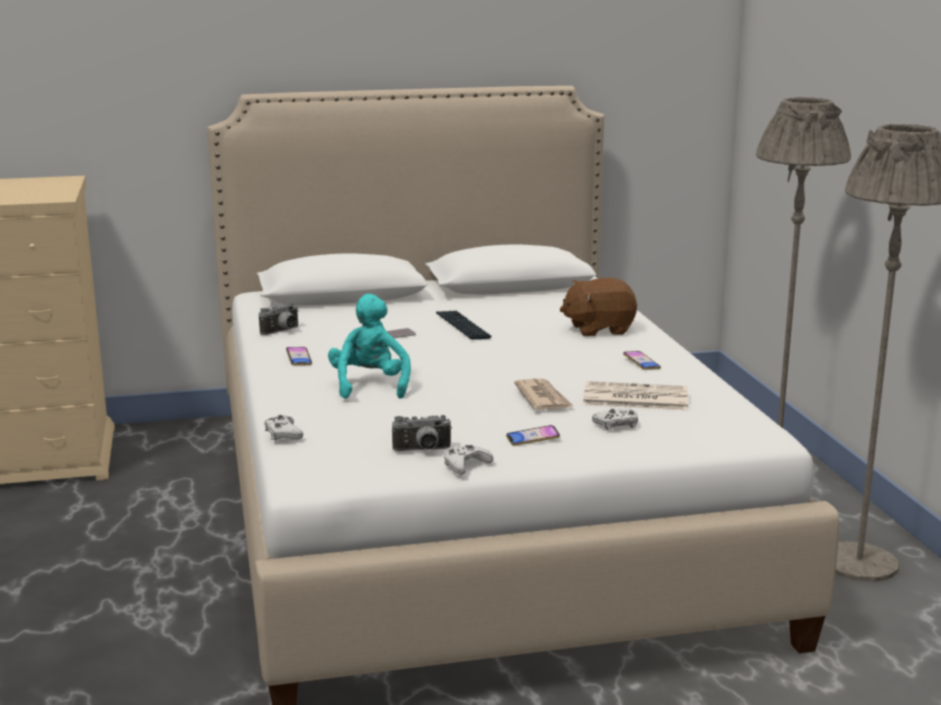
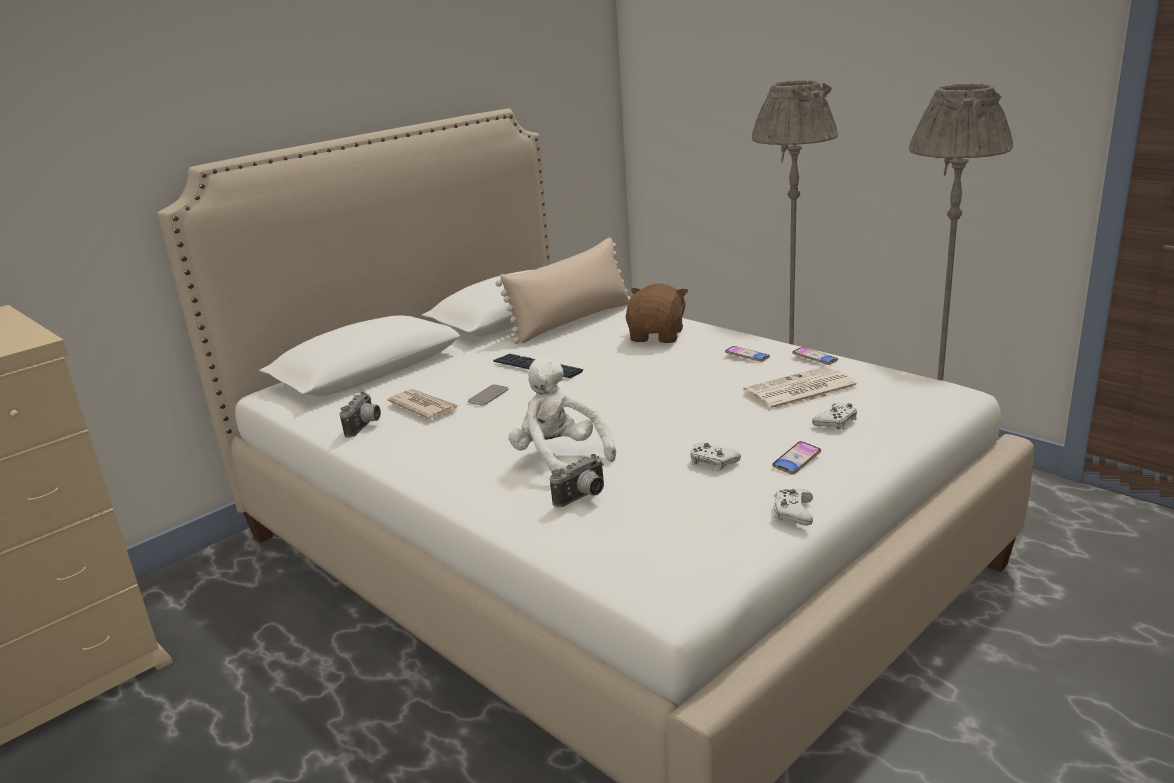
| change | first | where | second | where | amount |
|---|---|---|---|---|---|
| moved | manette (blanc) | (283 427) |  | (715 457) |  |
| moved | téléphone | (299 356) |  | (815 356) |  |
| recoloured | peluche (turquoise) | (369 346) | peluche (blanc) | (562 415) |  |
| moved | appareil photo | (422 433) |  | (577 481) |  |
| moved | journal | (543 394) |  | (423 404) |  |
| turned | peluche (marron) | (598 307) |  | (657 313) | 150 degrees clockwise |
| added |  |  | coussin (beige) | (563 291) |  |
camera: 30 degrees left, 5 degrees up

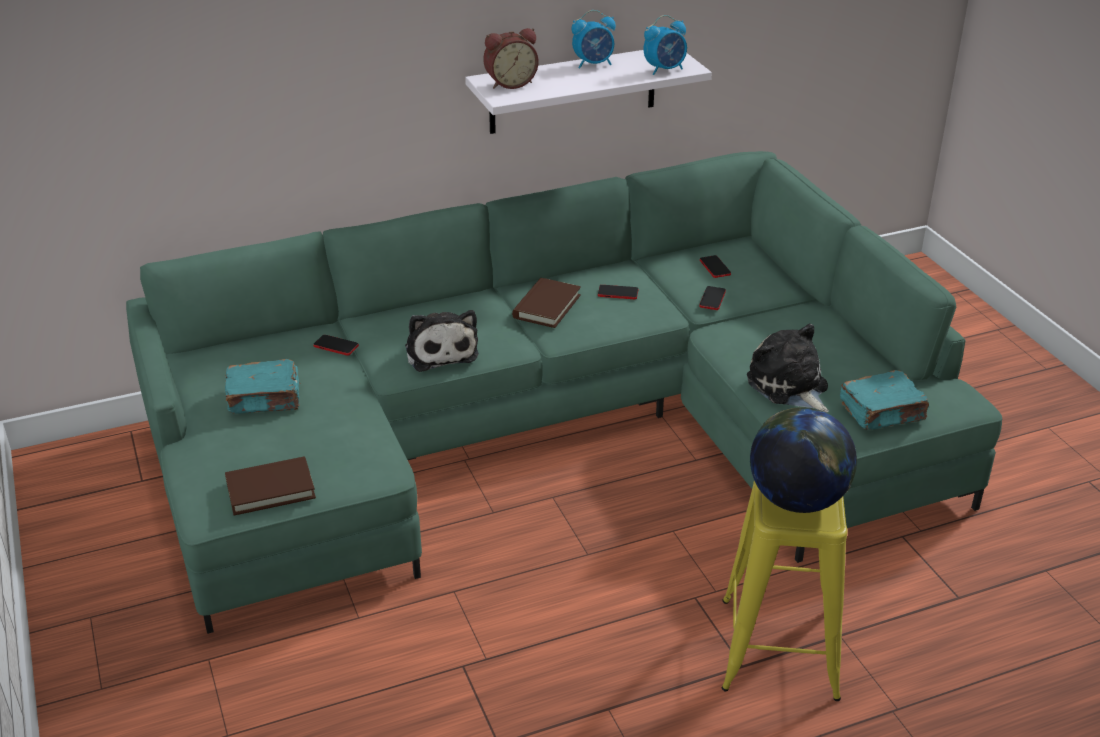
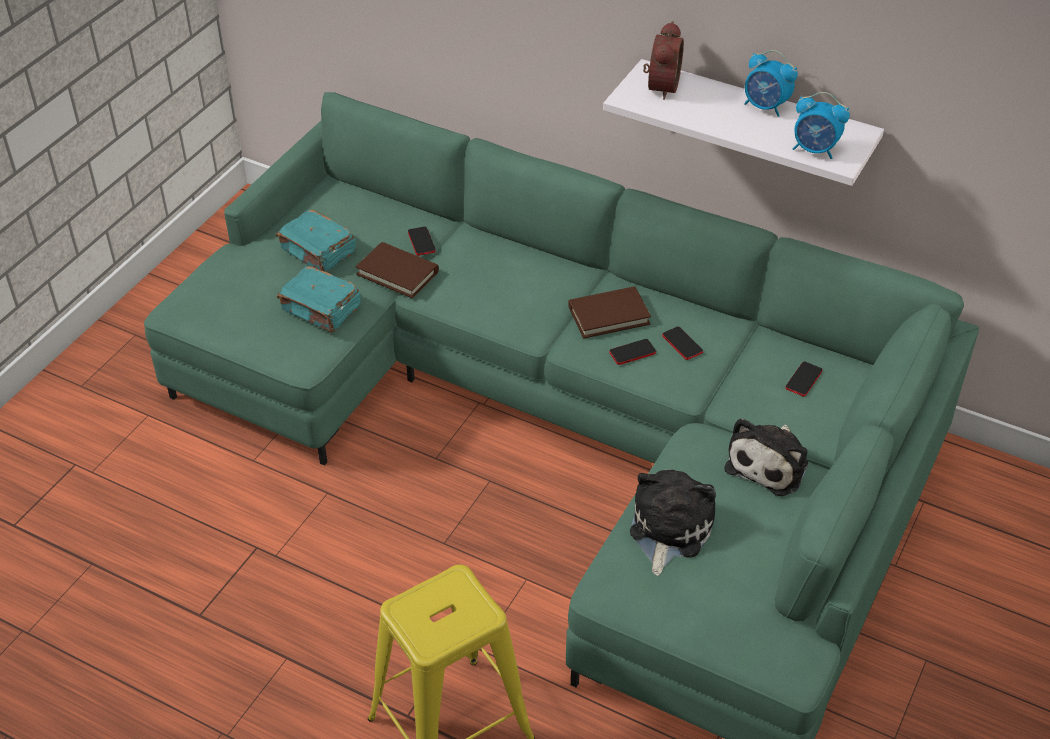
| change | first | where | second | where | amount |
|---|---|---|---|---|---|
| moved | livre (marron) | (270 485) |  | (397 270) |  |
| moved | peluche | (442 341) |  | (766 457) |  |
| turned | réveil | (510 58) |  | (663 60) | 105 degrees counterclockwise |
| moved | téléphone | (712 298) |  | (632 352) |  |
| removed | globe | (803 460) |  |  |  |
| moved | livre (turquoise) | (884 400) |  | (319 299) |  |
camera: 50 degrees right, 10 degrees up

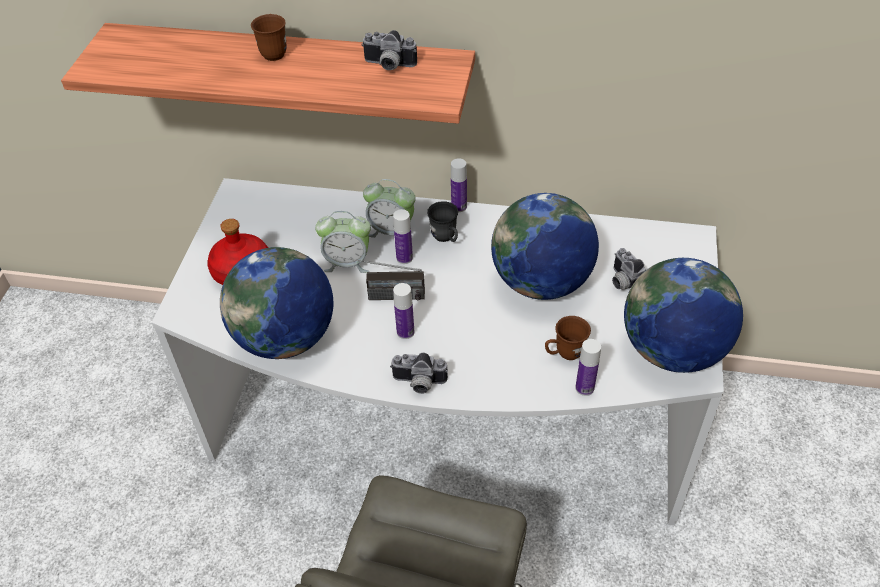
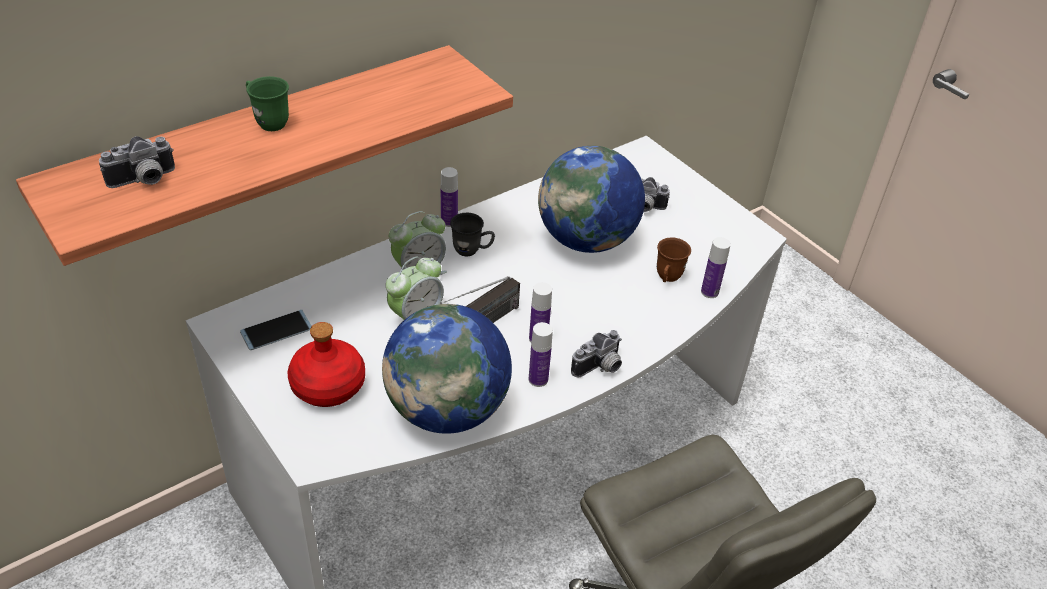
| change | first | where | second | where | amount |
|---|---|---|---|---|---|
| recoloured | mug (marron) | (269 37) | mug (vert) | (267 103) |  |
| moved | appareil photo | (389 50) |  | (137 162) |  |
| moved | bouteille | (403 236) |  | (541 354) |  |
| removed | globe | (683 315) |  |  |  |
| added |  |  | téléphone | (276 330) |  |
camera: 50 degrees left, 5 degrees down

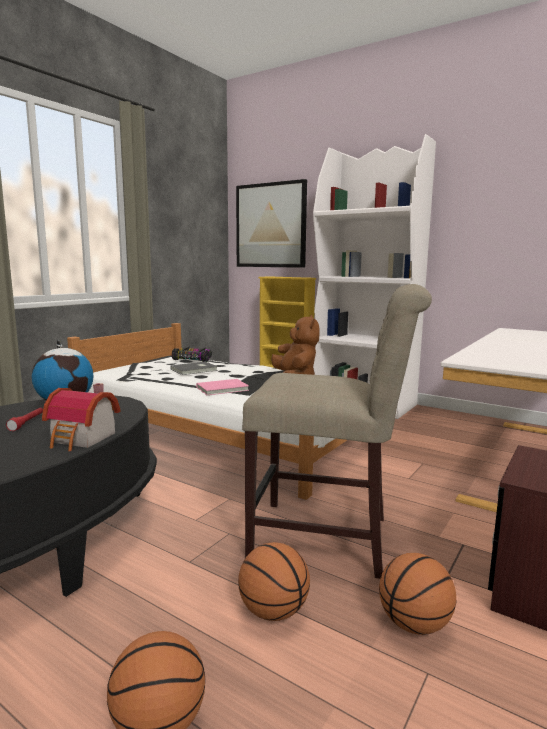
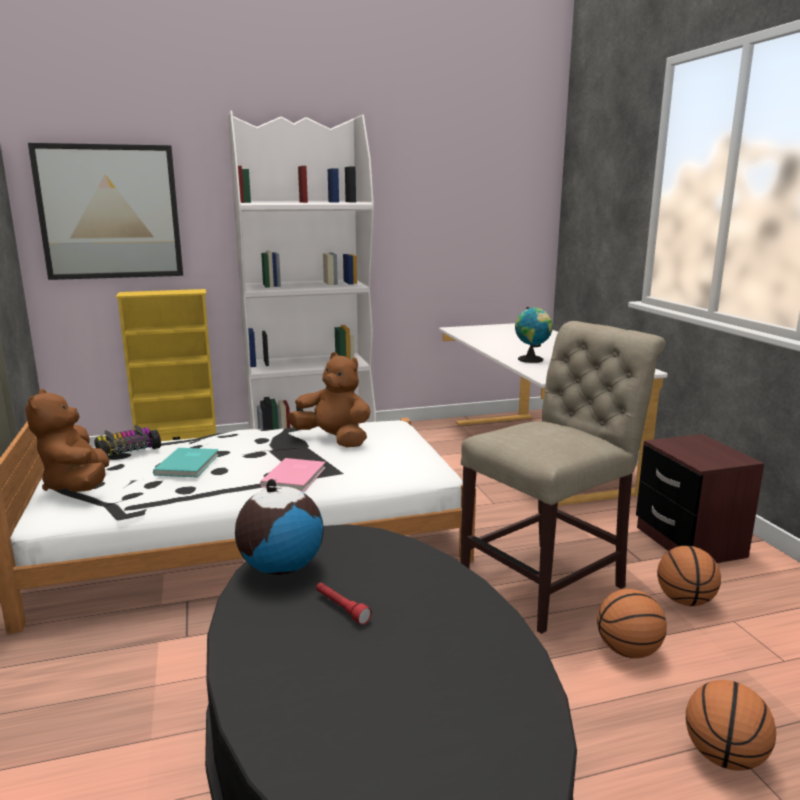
| change | first | where | second | where | amount |
|---|---|---|---|---|---|
| removed | maison miniature | (81 417) |  |  |  |
| recoloured | livre (gris) | (194 368) | livre (turquoise) | (186 462) |  |
| added |  |  | peluche (marron) | (67 440) |  |
| added |  |  | globe | (534 335) |  |
camera: 50 degrees left, 5 degrees up

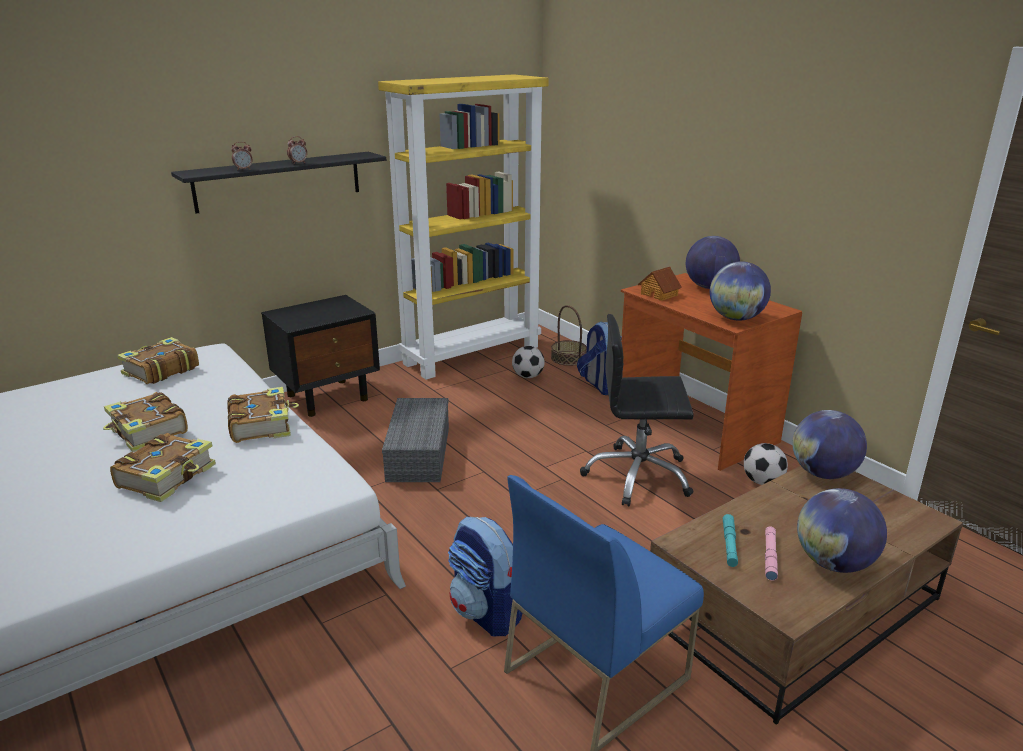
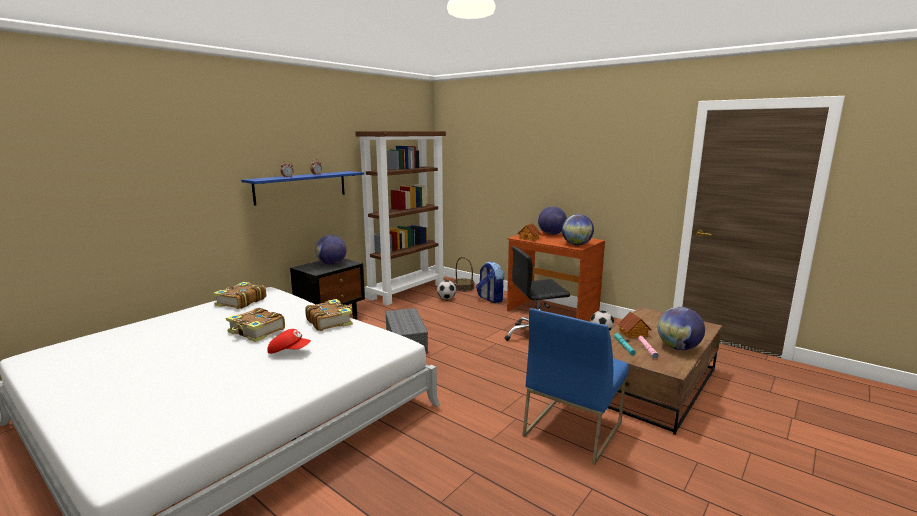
| change | first | where | second | where | amount |
|---|---|---|---|---|---|
| replaced | livre | (163 467) | casquette (rouge) | (289 341) |  |
| recoloured | étagère (noir) | (278 183) | étagère (bleu) | (302 188) |  |
| recoloured | bibliothèque (jaune) | (463 227) | bibliothèque (marron) | (400 218) |  |
| removed | sac à dos | (485 576) |  |  |  |
| moved | globe | (829 444) |  | (330 250) |  |
| added |  |  | maison miniature | (634 325) |  |
camera: 15 degrees left, 10 degrees down

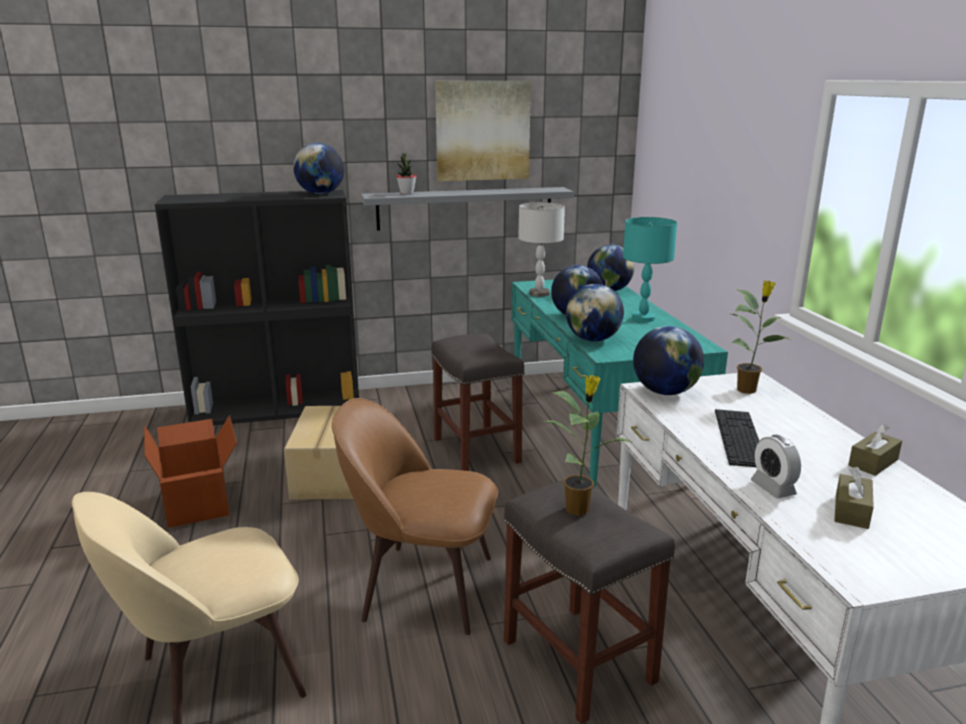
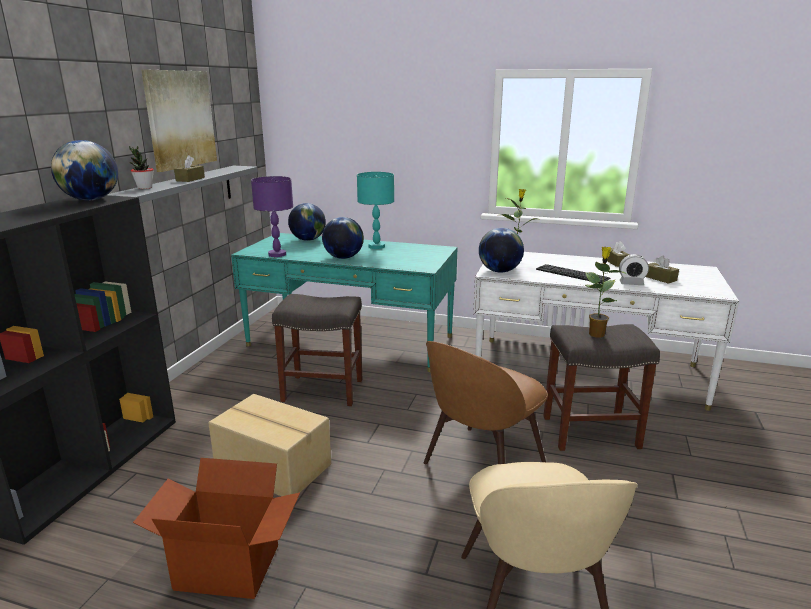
| change | first | where | second | where | amount |
|---|---|---|---|---|---|
| recoloured | lampe de table (gris) | (541 249) | lampe de table (violet) | (272 216) |  |
| removed | globe | (595 313) |  |  |  |
| added |  |  | boîte à mouchoirs (marron) | (189 168) |  |
camera: 60 degrees left, 0 degrees up

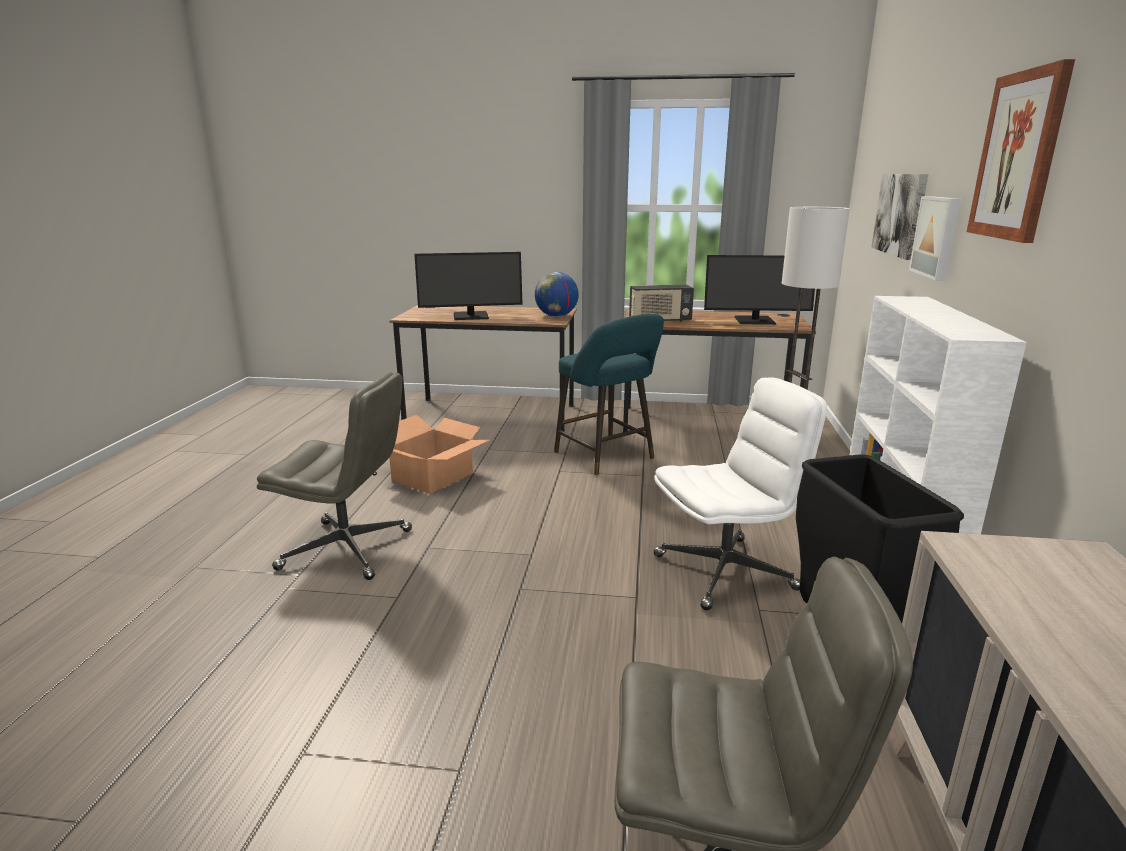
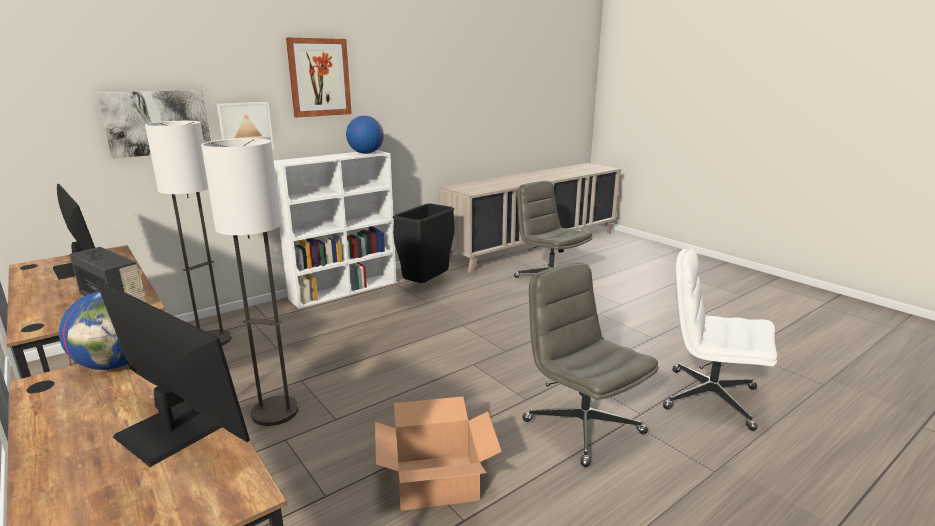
| change | first | where | second | where | amount |
|---|---|---|---|---|---|
| replaced | tabouret (turquoise) | (609 395) | lampadaire | (250 282) |  |
| moved | chaise de bureau (blanc) | (740 493) |  | (720 340) |  |
| added |  |  | globe | (365 135) |  |
camera: 135 degrees left, 0 degrees up

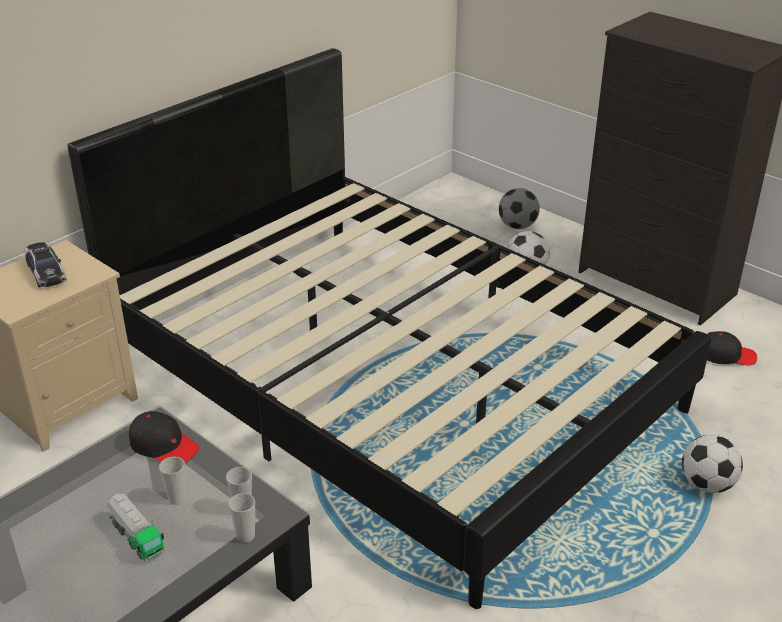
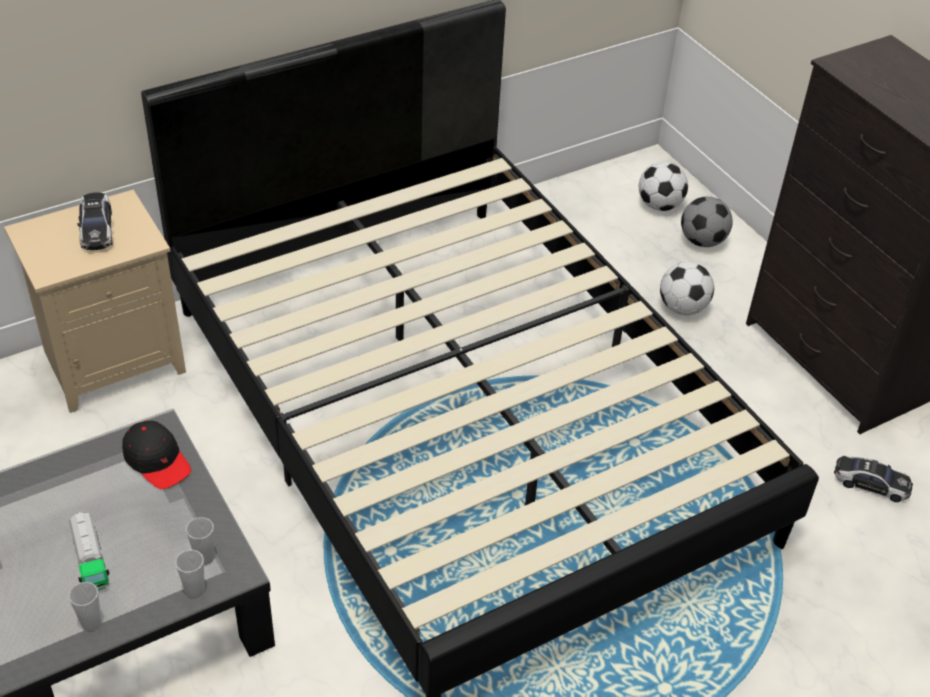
| change | first | where | second | where | amount |
|---|---|---|---|---|---|
| moved | tasse | (172 481) |  | (85 607) |  |
| moved | ballon de foot | (712 463) |  | (663 186) |  |
| replaced | casquette (noir) | (732 348) | petite voiture | (873 479) |  |
camera: 15 degrees right, 10 degrees up

